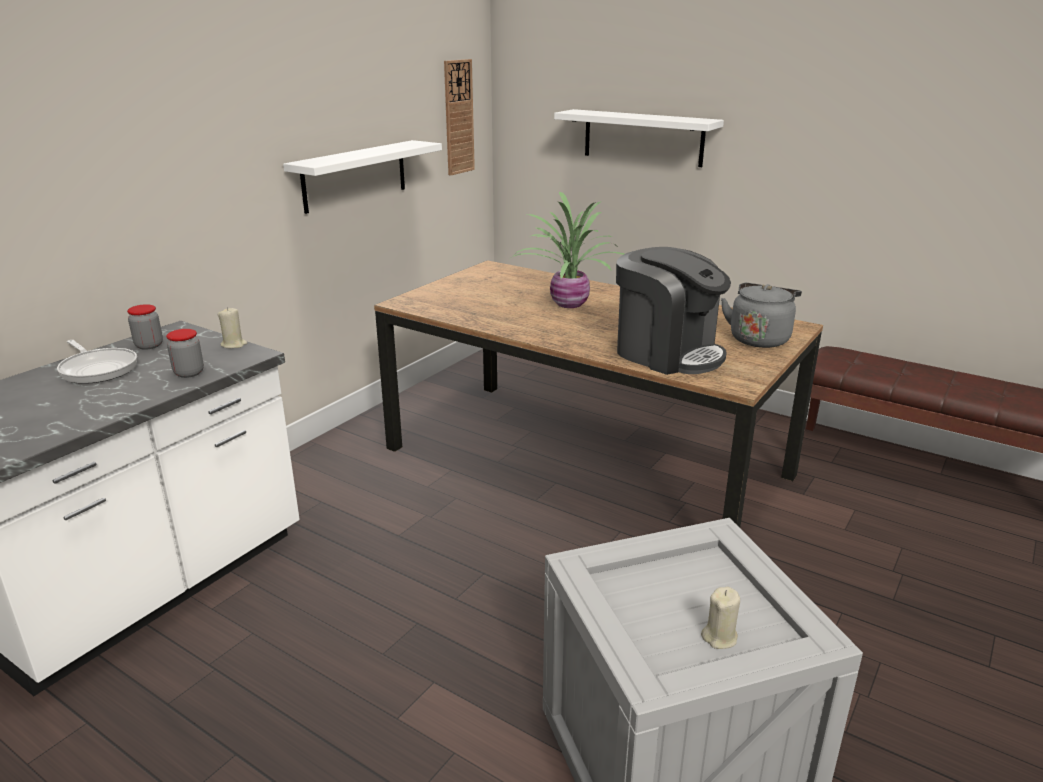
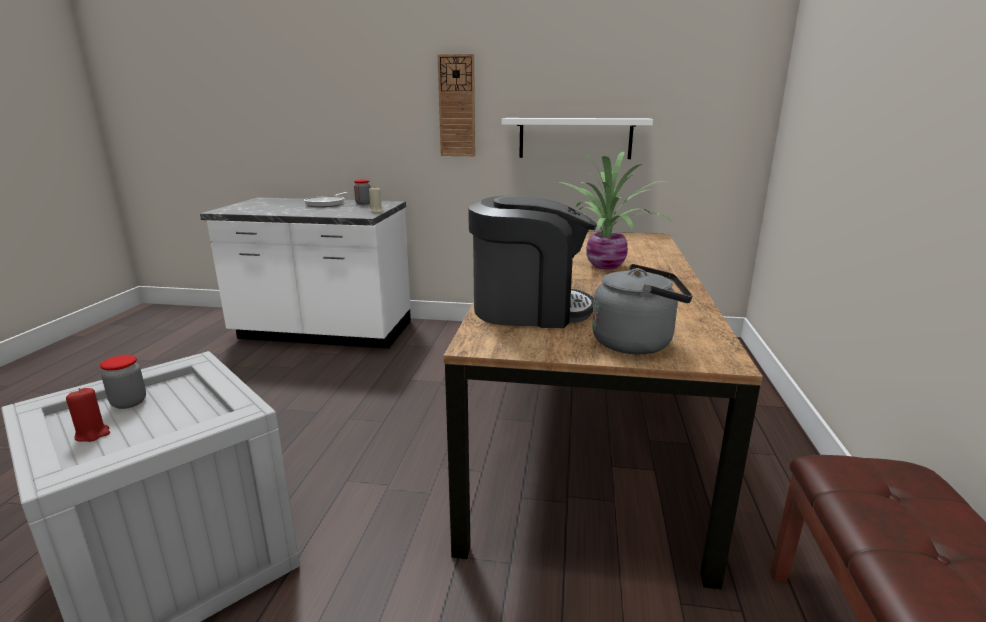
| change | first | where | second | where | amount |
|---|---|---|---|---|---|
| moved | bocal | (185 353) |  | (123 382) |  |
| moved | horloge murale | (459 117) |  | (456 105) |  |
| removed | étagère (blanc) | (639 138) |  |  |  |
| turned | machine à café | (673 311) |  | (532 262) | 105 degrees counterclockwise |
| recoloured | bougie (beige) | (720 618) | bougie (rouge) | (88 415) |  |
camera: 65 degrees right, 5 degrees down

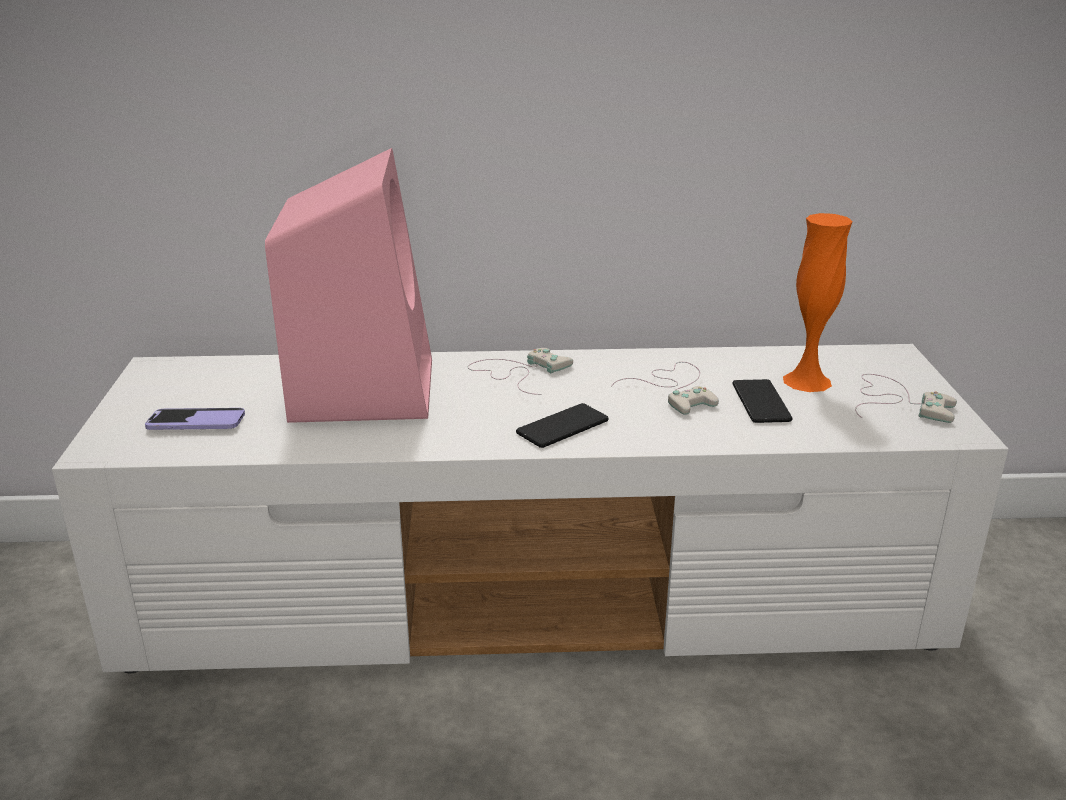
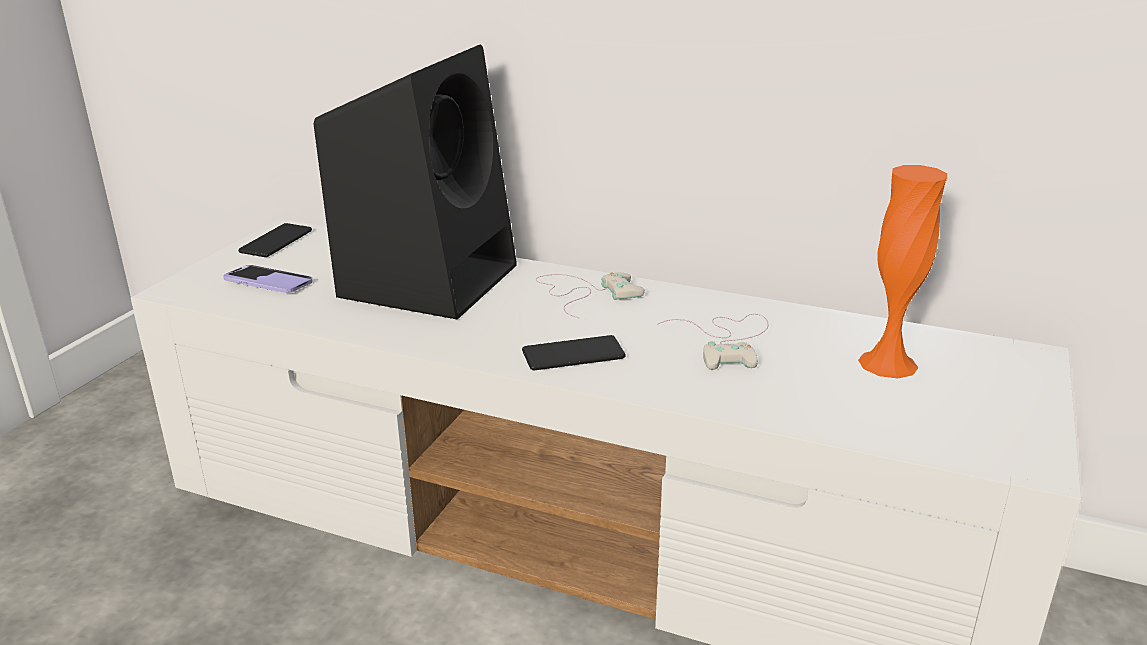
| change | first | where | second | where | amount |
|---|---|---|---|---|---|
| recoloured | enceinte (rose) | (348 285) | enceinte (noir) | (415 181) |  |
| moved | téléphone | (762 401) |  | (275 240) |  |
| removed | manette (blanc) | (906 398) |  |  |  |
camera: 25 degrees right, 0 degrees up

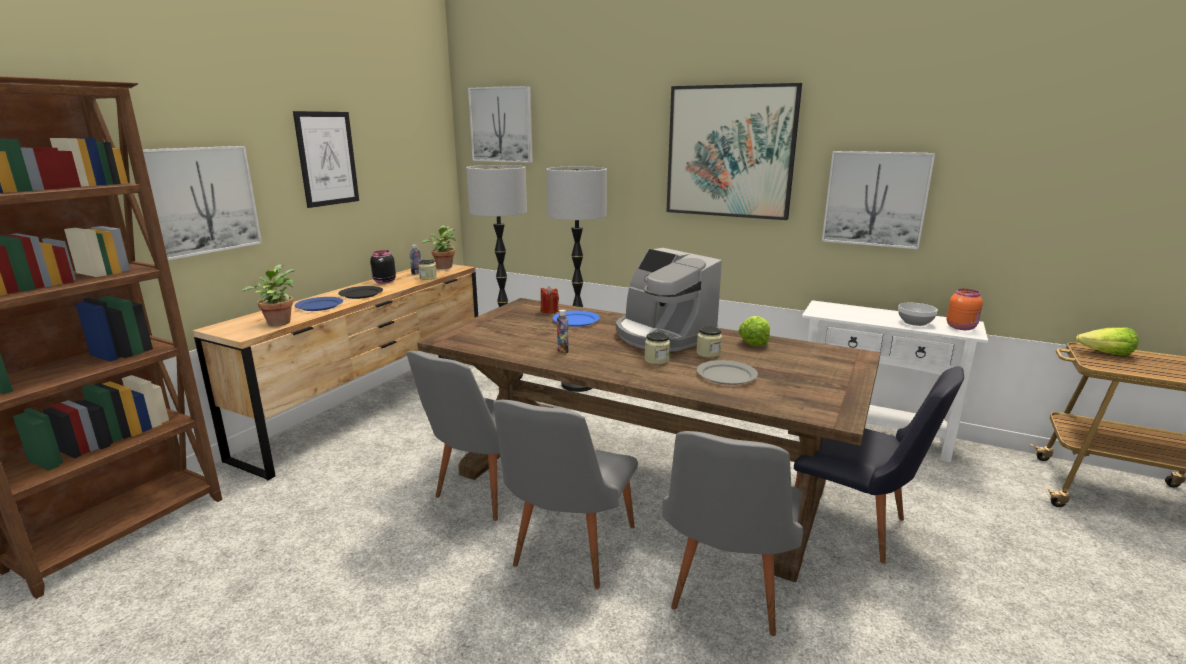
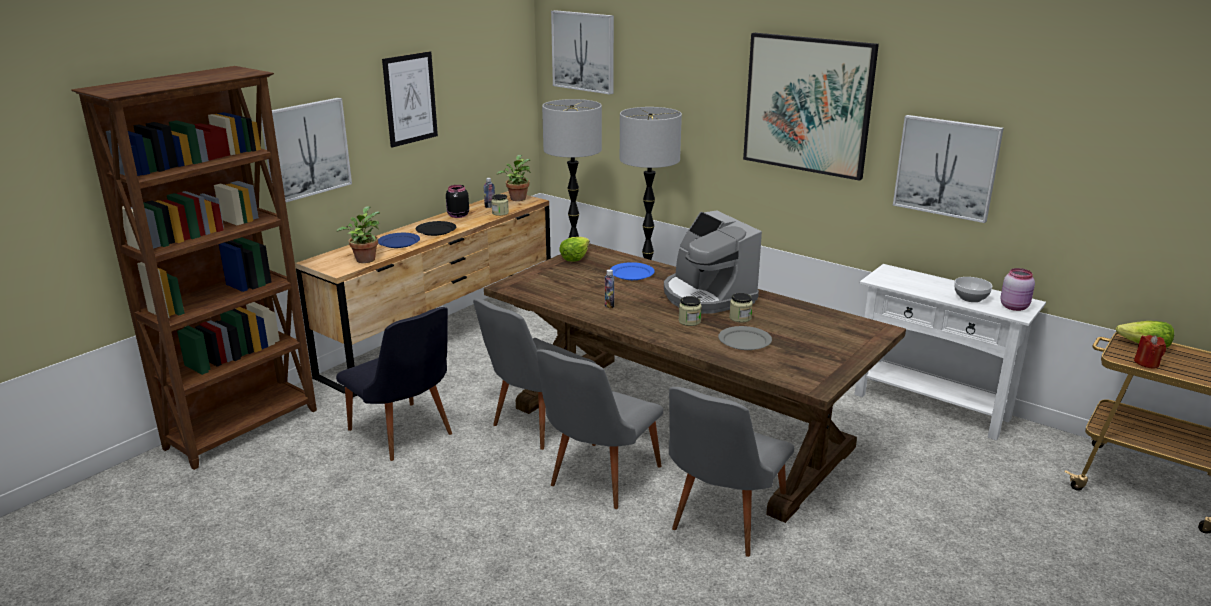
| change | first | where | second | where | amount |
|---|---|---|---|---|---|
| moved | bougie (rouge) | (550 300) |  | (1150 351) |  |
| moved | laitue | (754 331) |  | (574 249) |  |
| moved | chaise (noir) | (879 465) |  | (394 384) |  |
| recoloured | bocal (orange) | (964 309) | bocal (rose) | (1017 289) |  |
camera: 10 degrees right, 5 degrees up

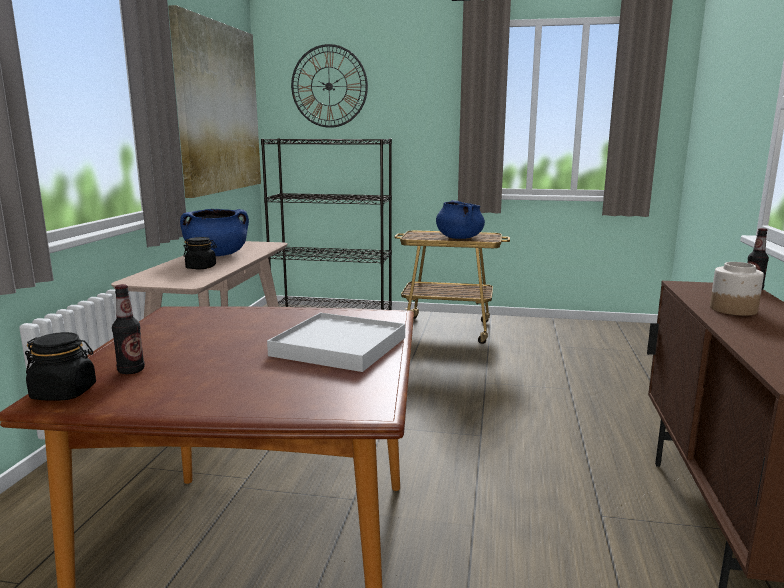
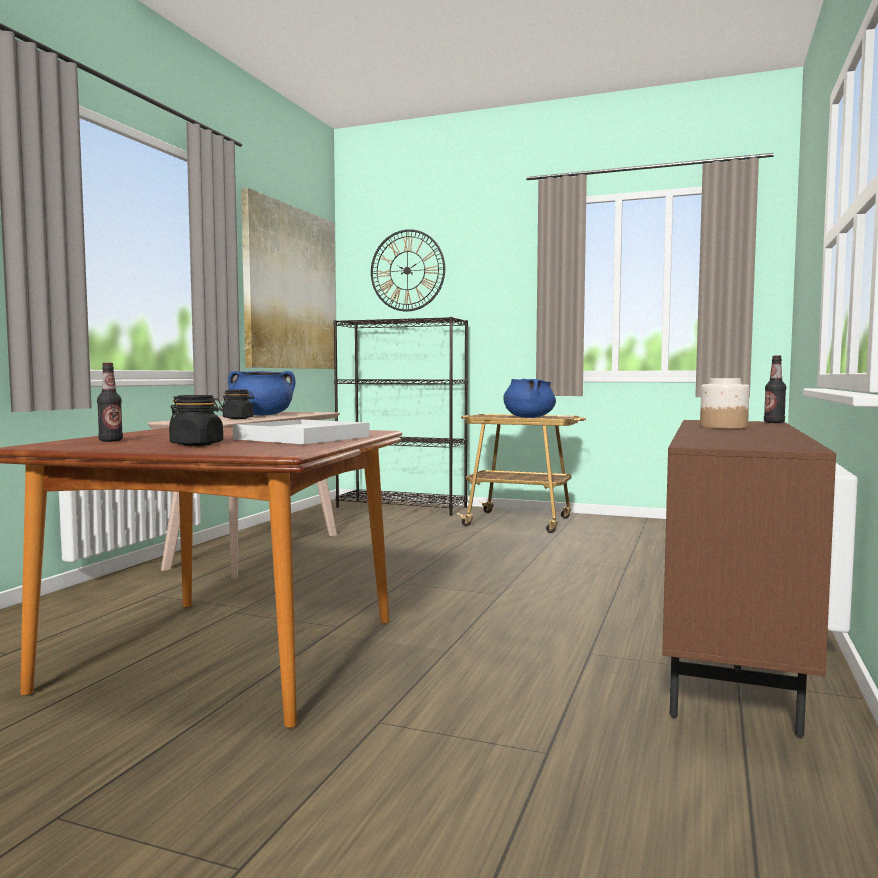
| change | first | where | second | where | amount |
|---|---|---|---|---|---|
| moved | bocal (noir) | (60 366) |  | (196 420) |  |
camera: 10 degrees right, 10 degrees down

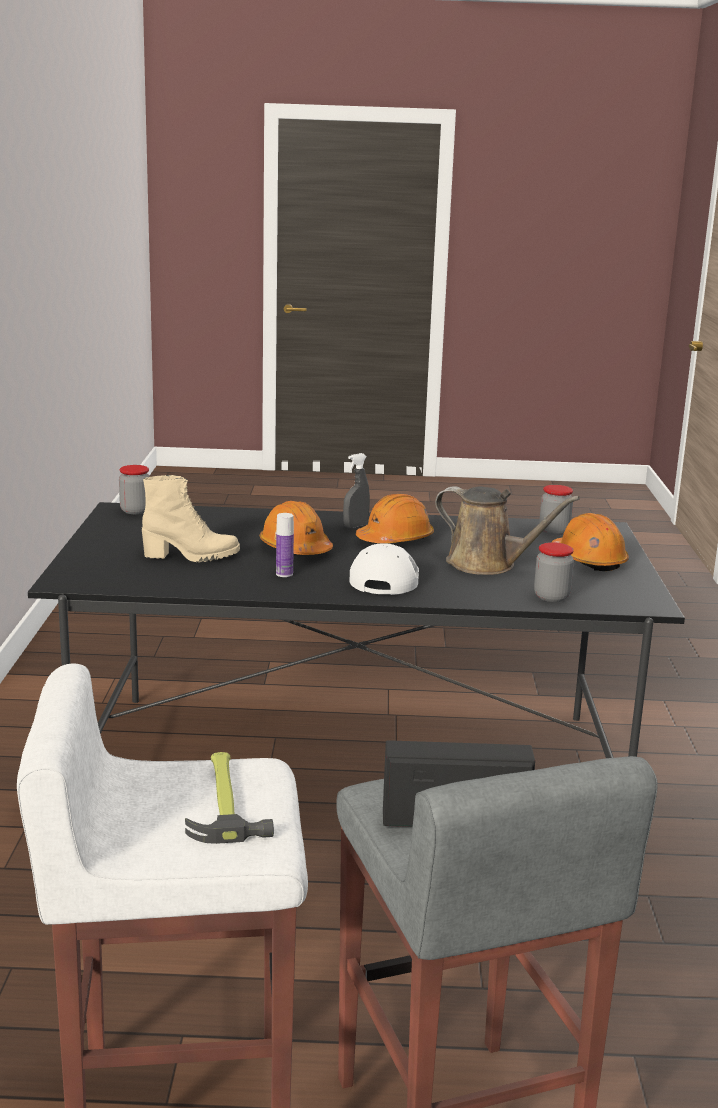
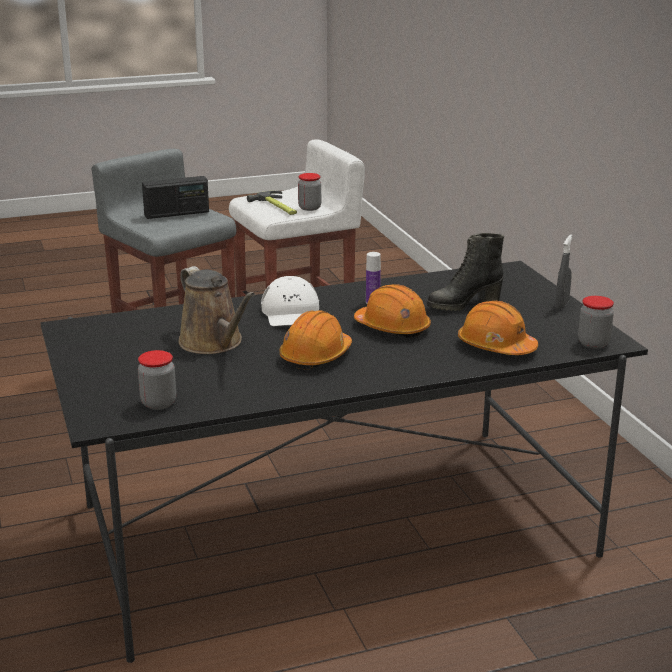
| change | first | where | second | where | amount |
|---|---|---|---|---|---|
| recoloured | botte (beige) | (191 518) | botte (noir) | (465 272) |  |
| moved | vaporisateur (gris) | (356 490) |  | (563 271) |  |
| turned | arrosoir (marron) | (507 530) |  | (216 310) | 135 degrees counterclockwise |
| moved | bocal | (554 572) |  | (309 192) |  |
| moved | casque de chantier (orange) | (590 542) |  | (498 328) |  |
camera: 160 degrees right, 5 degrees up

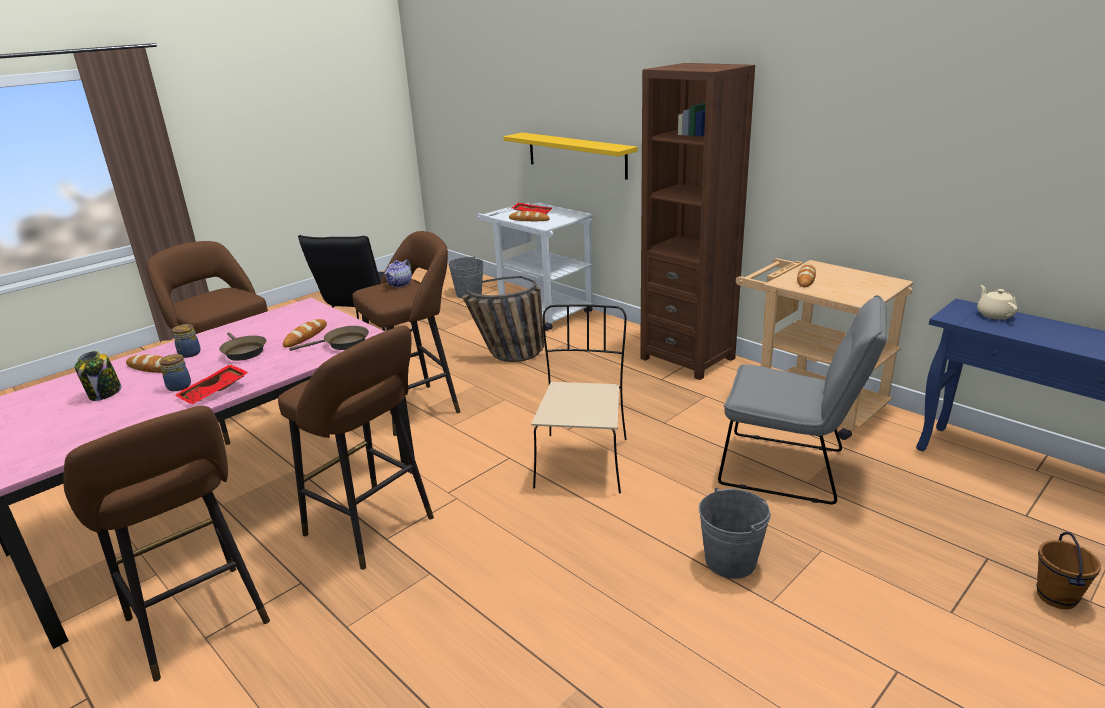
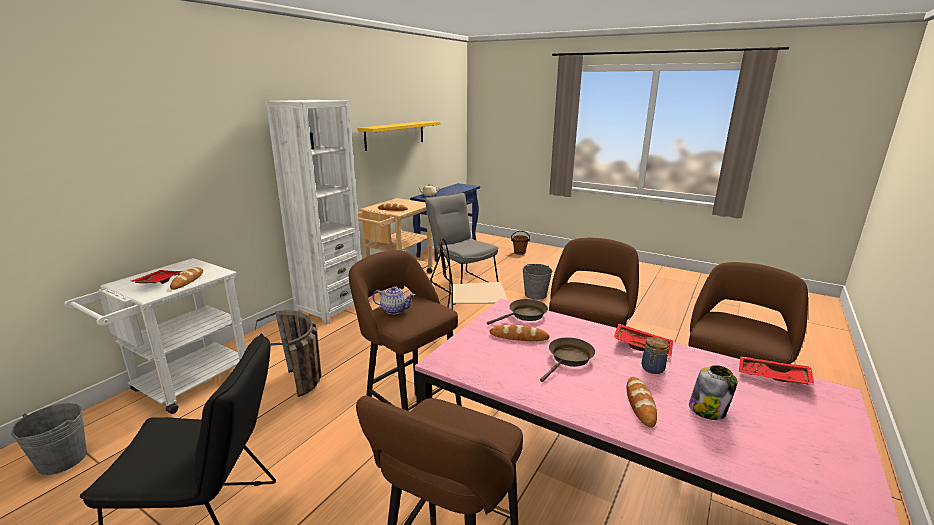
| change | first | where | second | where | amount |
|---|---|---|---|---|---|
| removed | bocal | (186 341) |  |  |  |
| turned | poêle (marron) | (329 338) |  | (517 312) | 90 degrees clockwise |
| moved | étagère (jaune) | (570 156) |  | (398 136) |  |
| recoloured | bibliothèque (marron) | (697 221) | bibliothèque (blanc) | (313 212) |  |
| turned | chaise (gris) | (802 399) |  | (462 243) | 45 degrees counterclockwise |
| added |  |  | plateau (rouge) | (776 370) |  |
camera: 105 degrees left, 5 degrees down

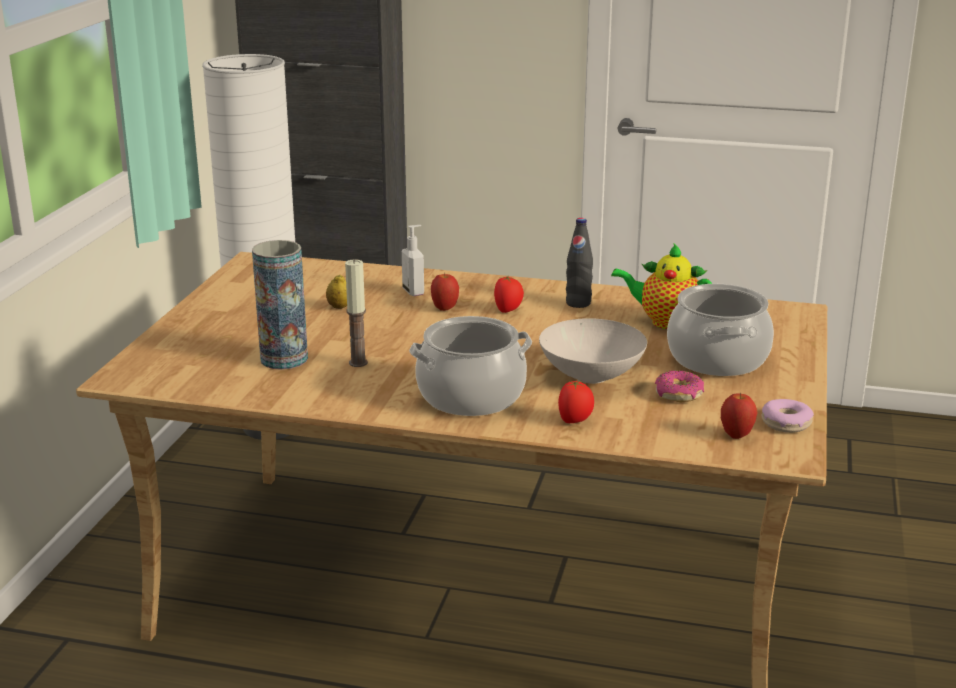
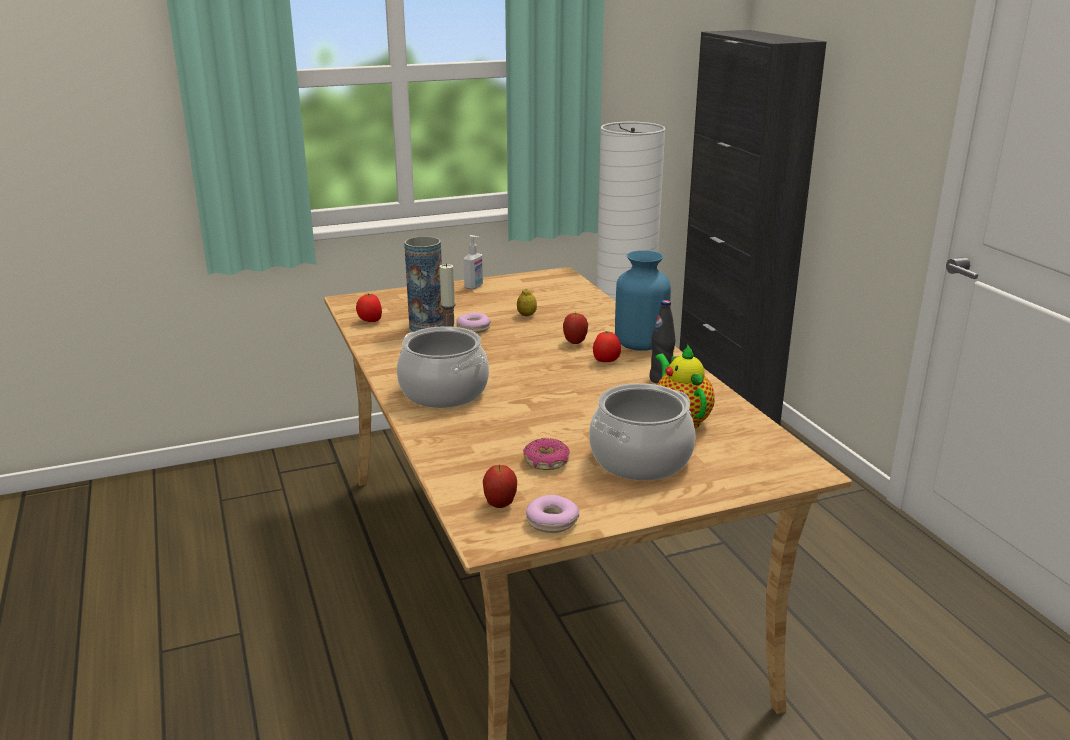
| change | first | where | second | where | amount |
|---|---|---|---|---|---|
| moved | distributeur de savon | (413 260) |  | (473 262) |  |
| removed | bol (blanc) | (593 351) |  |  |  |
| moved | tomate | (576 402) |  | (369 308) |  |
| added |  |  | beignet | (473 323) |  |
| added |  |  | vase (bleu) | (643 300) |  |
camera: 55 degrees right, 0 degrees up

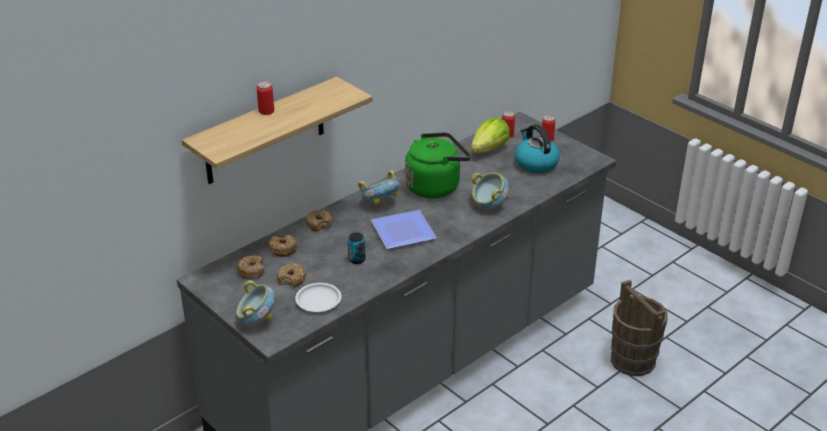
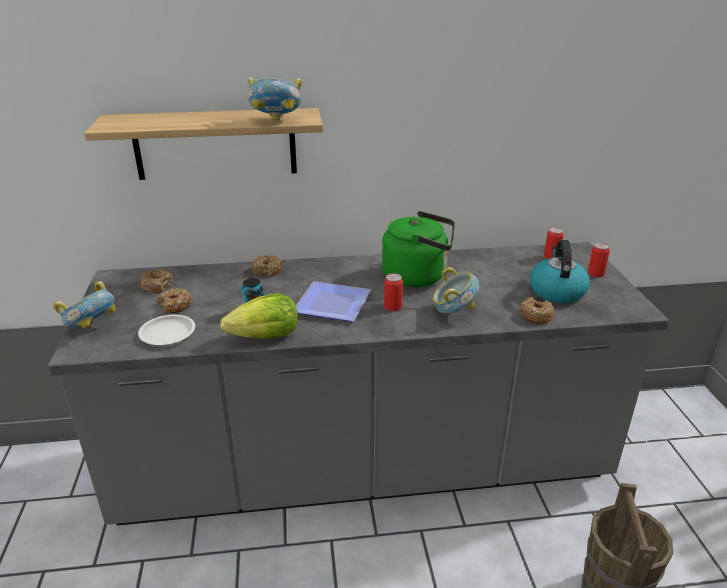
| change | first | where | second | where | amount |
|---|---|---|---|---|---|
| moved | boîte métallique | (265 98) |  | (393 292) |  |
| moved | beignet | (283 246) |  | (536 310) |  |
| moved | bol | (378 187) |  | (275 98) |  |
| moved | laitue | (490 135) |  | (259 316) |  |
camera: 35 degrees right, 5 degrees down

